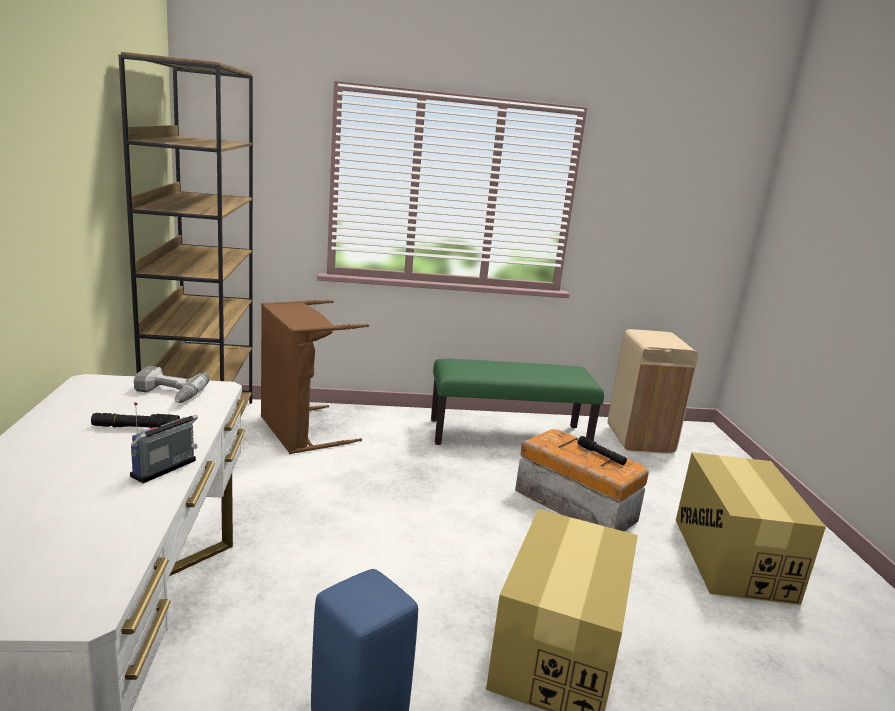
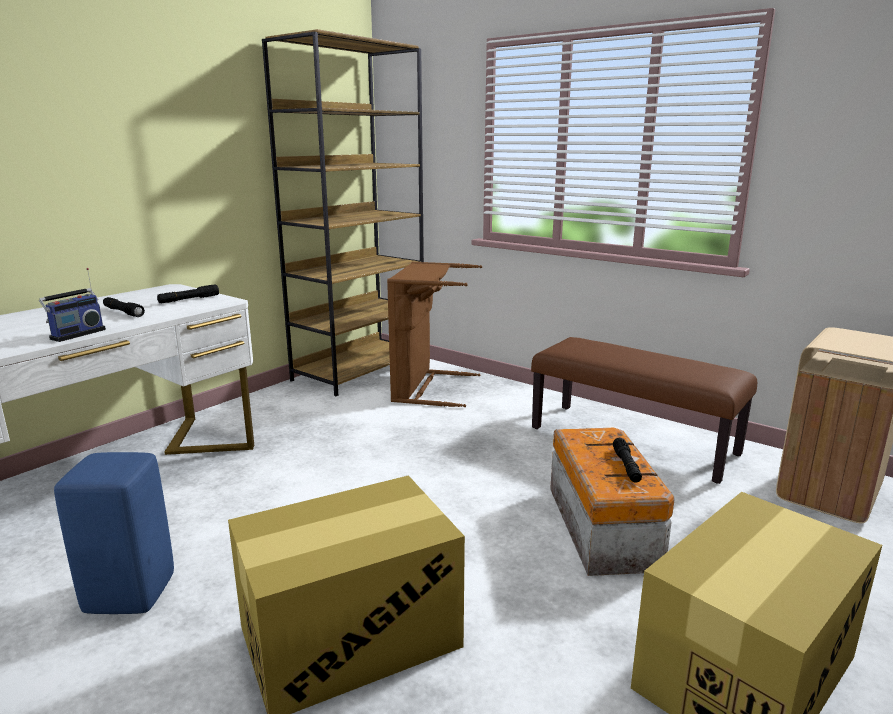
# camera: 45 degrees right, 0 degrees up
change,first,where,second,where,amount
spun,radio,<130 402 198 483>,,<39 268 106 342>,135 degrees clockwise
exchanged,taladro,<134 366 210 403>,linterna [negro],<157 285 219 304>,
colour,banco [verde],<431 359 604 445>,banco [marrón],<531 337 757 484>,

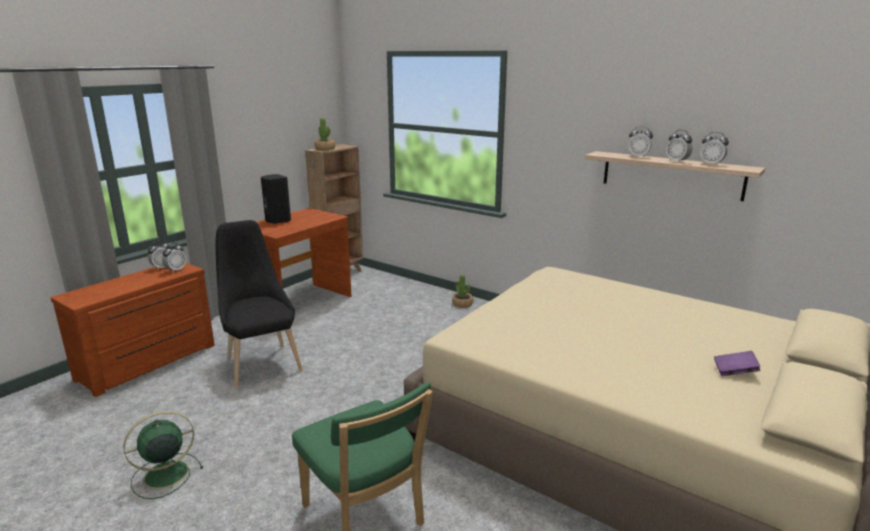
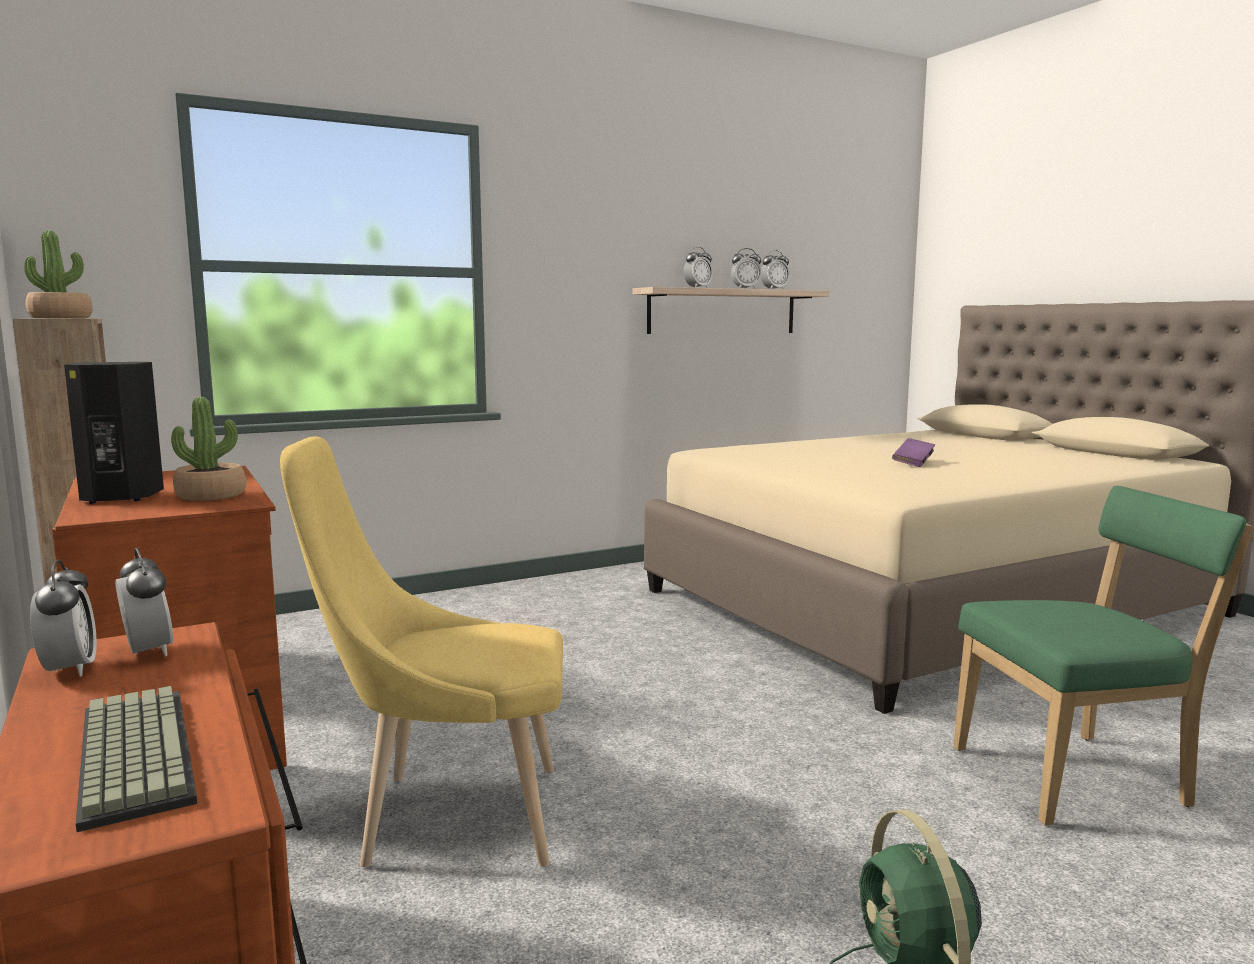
# camera: 65 degrees left, 10 degrees down
change,first,where,second,where,amount
colour,silla [negro],<216 220 303 388>,silla [amarillo],<280 436 563 867>,
relocated,planta en maceta,<452 274 473 308>,,<171 397 246 501>,
relocated,libro [morado],<714 351 761 376>,,<892 438 936 467>,
appeared,,,teclado,<76 686 197 832>,

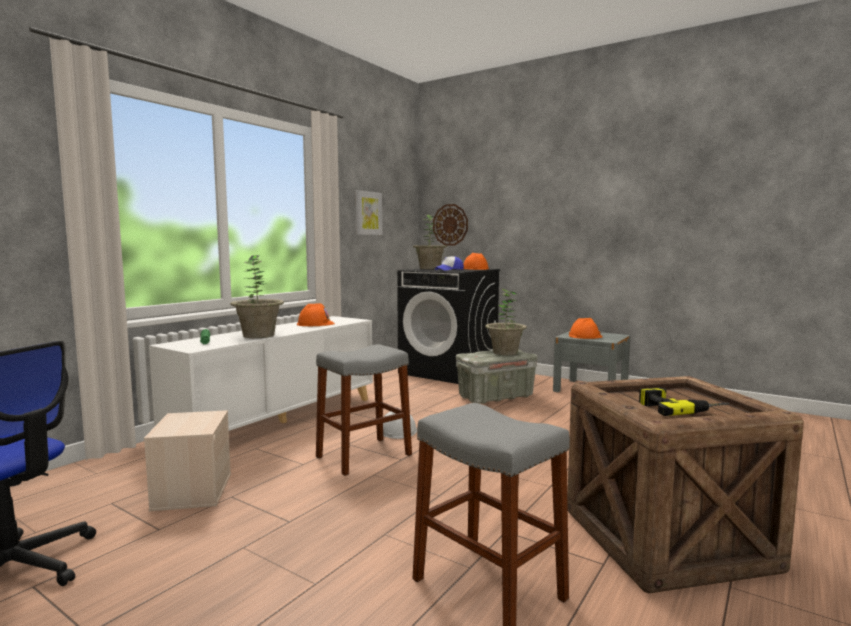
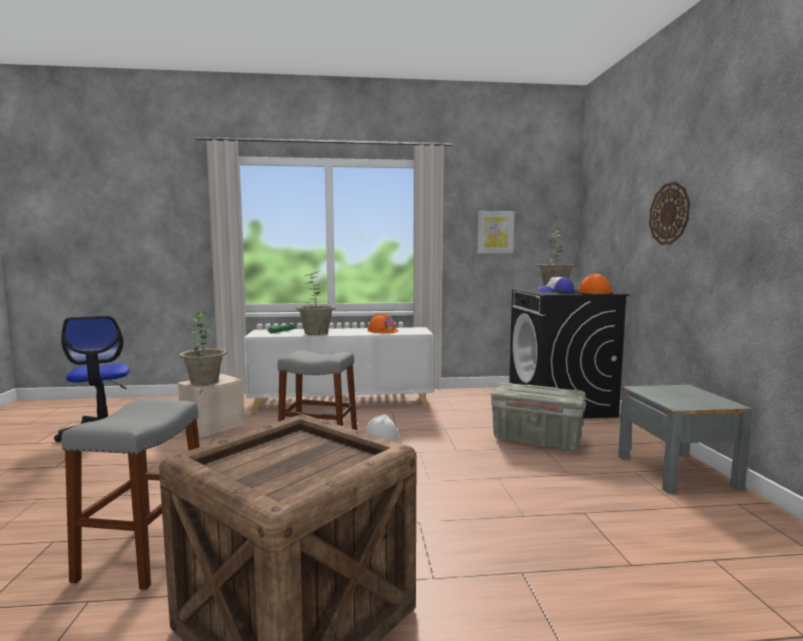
# camera: 50 degrees right, 0 degrees up
change,first,where,second,where,amount
relocated,reloj de pared,<433 204 468 246>,,<649 182 690 245>,
relocated,planta en maceta,<485 289 527 355>,,<179 312 227 385>,
missing,casco [naranja],<569 318 603 339>,,,
missing,taladro,<639 387 729 416>,,,

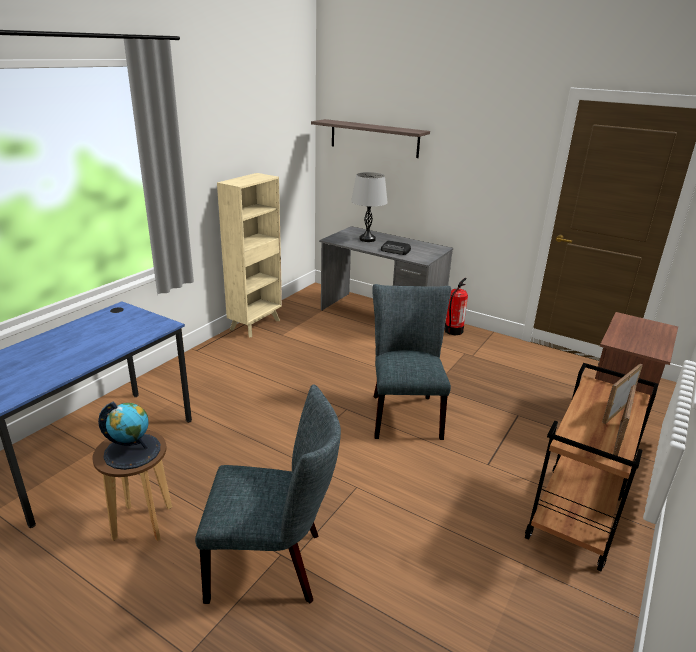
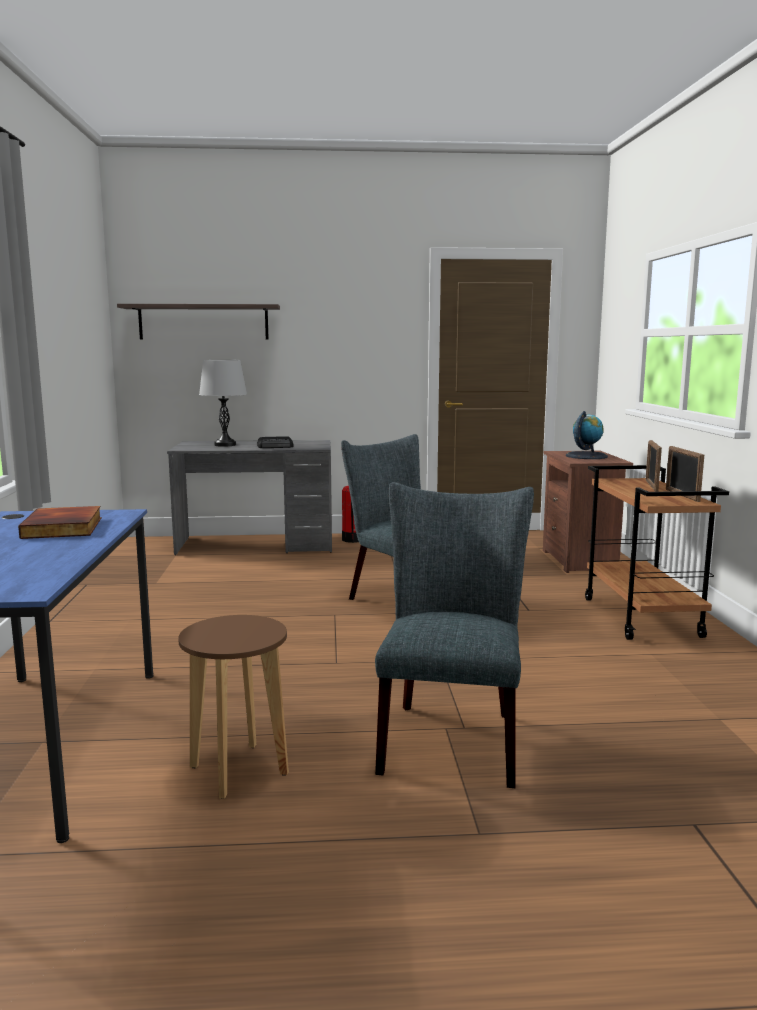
# camera: 35 degrees left, 15 degrees down
change,first,where,second,where,amount
relocated,globo terráqueo,<98 402 160 470>,,<566 411 608 459>,
spun,silla [gris],<195 385 341 604>,,<375 482 534 788>,45 degrees counterclockwise
missing,estantería [beis],<217 173 282 338>,,,
appeared,,,libro,<18 506 102 539>,

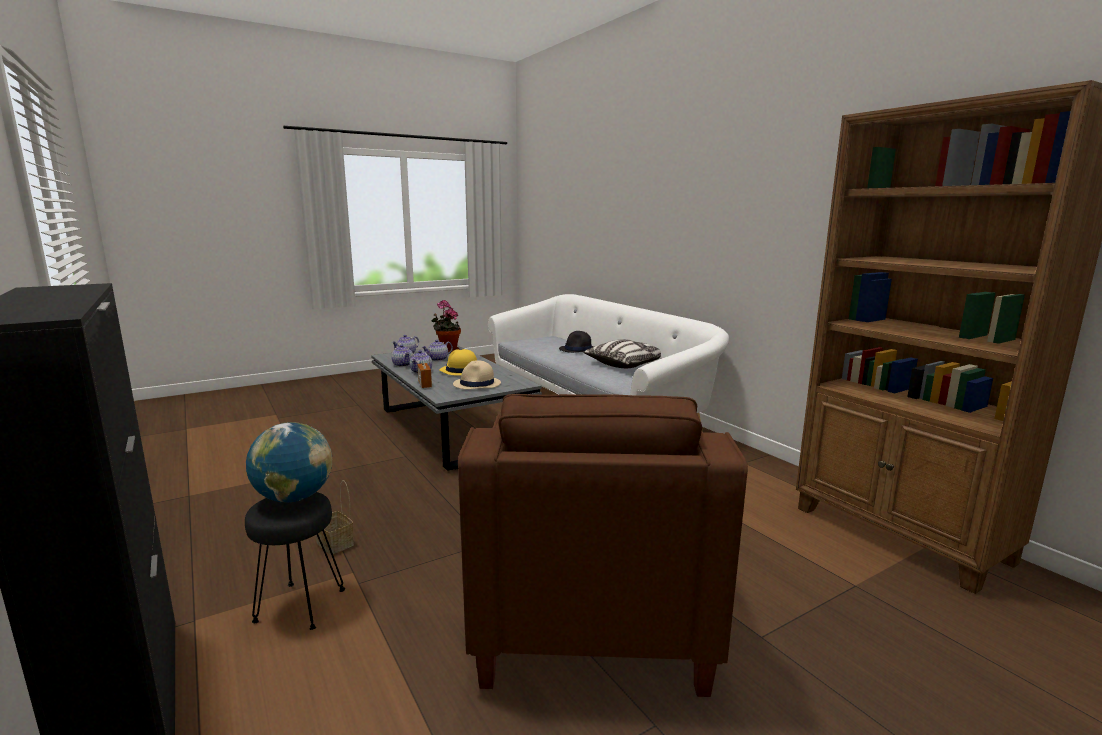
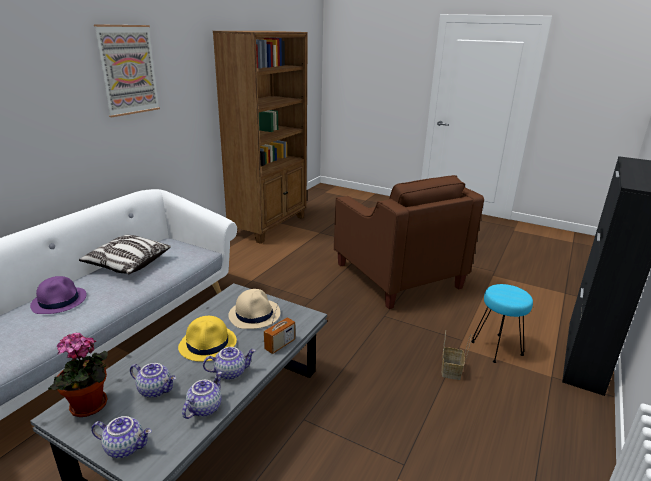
# camera: 120 degrees left, 10 degrees up
change,first,where,second,where,amount
colour,taburete [negro],<245 492 345 630>,taburete [turquesa],<471 284 533 363>,
missing,globo terráqueo,<246 422 332 502>,,,
spun,sillón [marrón],<458 394 748 697>,,<334 175 484 309>,90 degrees clockwise
colour,sombrero [negro],<559 331 594 353>,sombrero [morado],<30 276 87 314>,
appeared,,,cuadro,<94 24 160 117>,

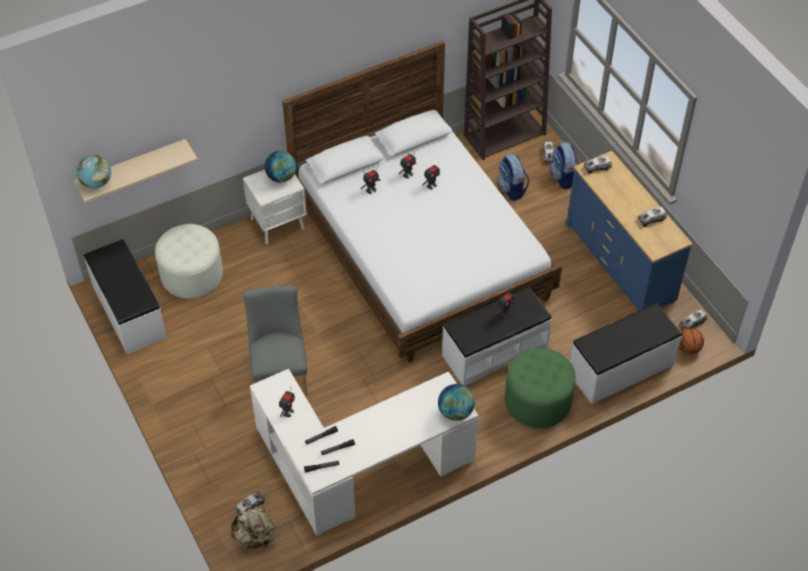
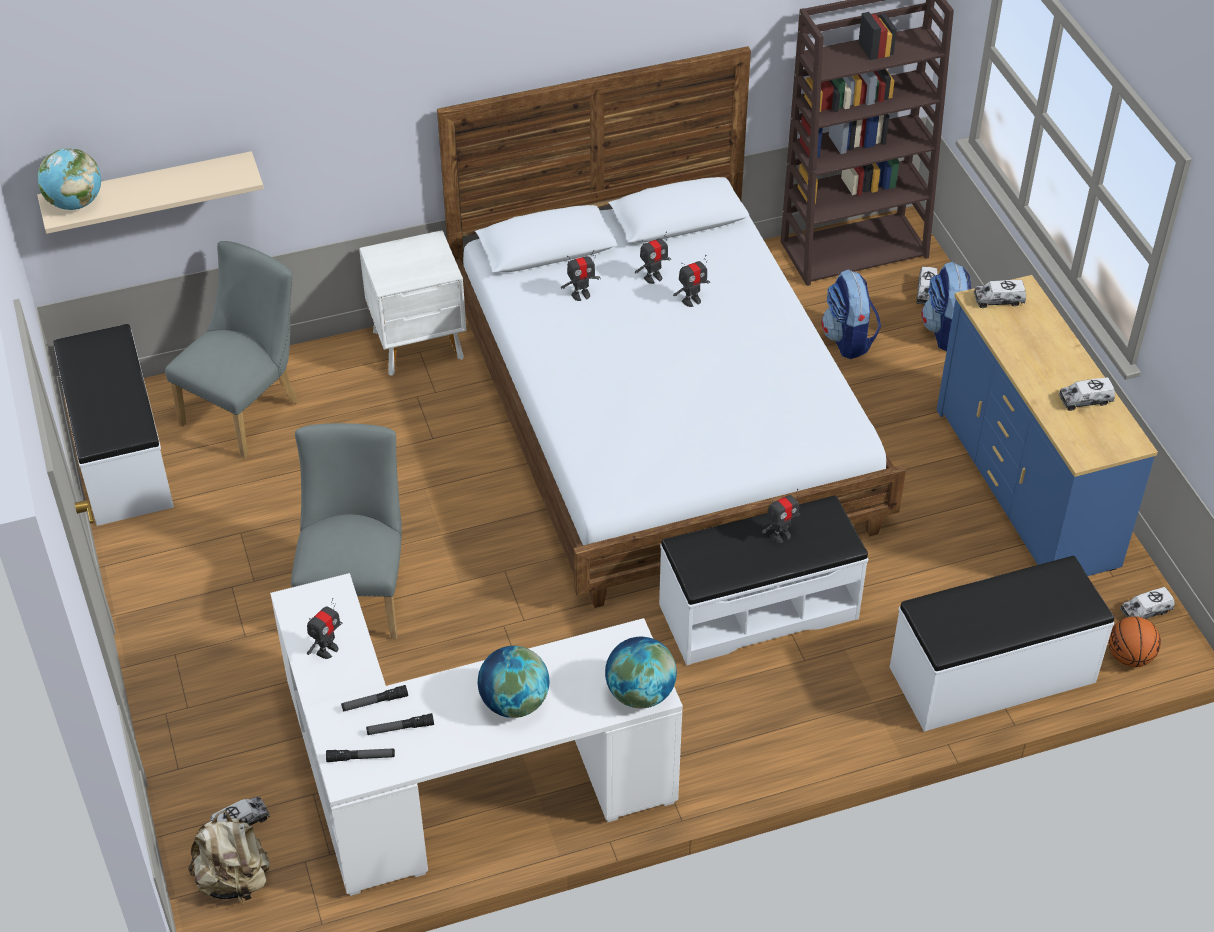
# camera: 10 degrees right, 5 degrees down
change,first,where,second,where,amount
exchanged,puf [blanco],<155 224 223 299>,silla [gris],<165 241 298 458>,
relocated,globo terráqueo,<265 151 296 183>,,<478 646 549 718>,
missing,puf [verde],<505 348 576 428>,,,

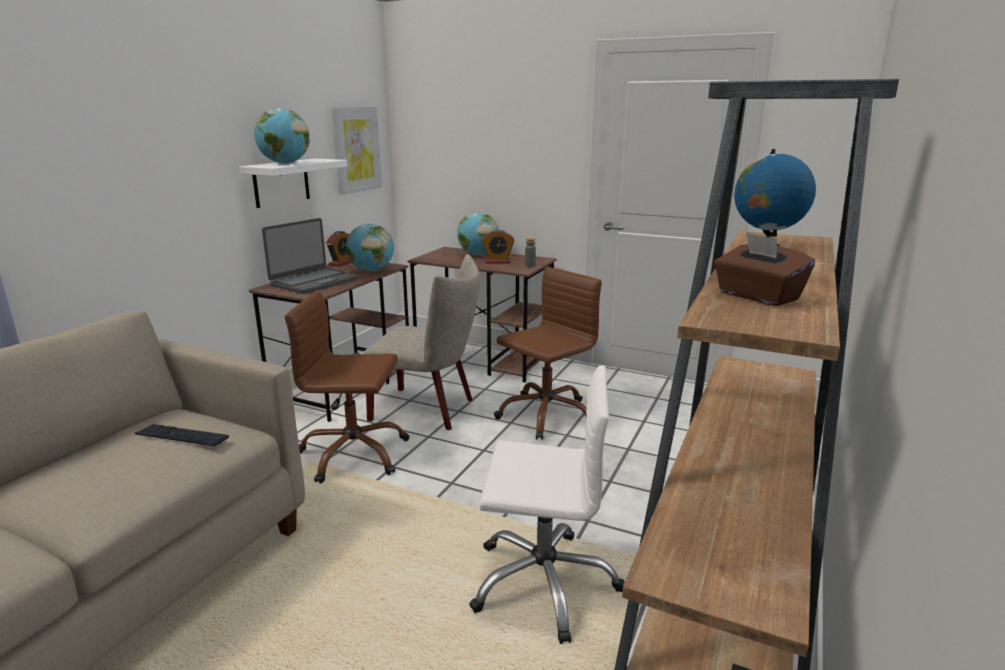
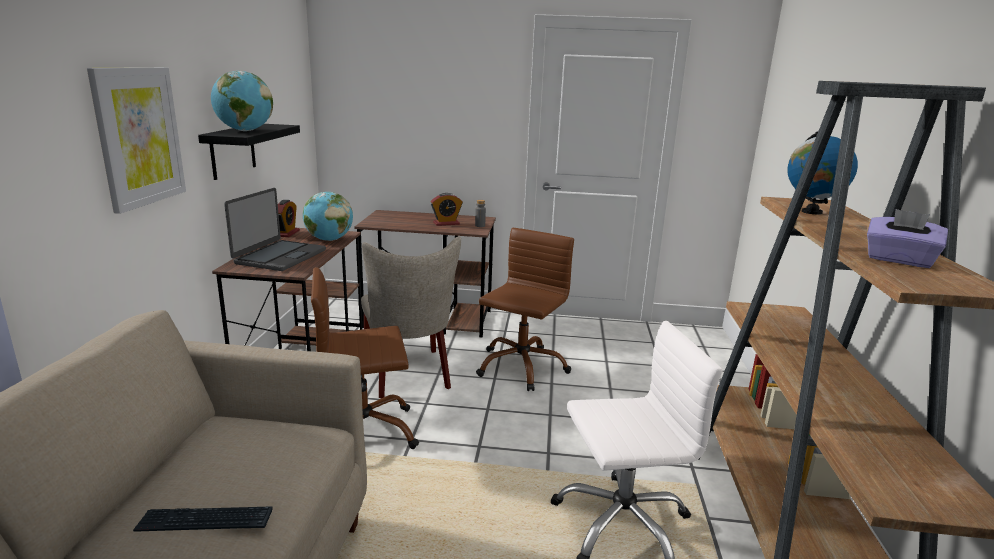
# camera: 20 degrees left, 0 degrees up
change,first,where,second,where,amount
relocated,teclado,<135 424 229 446>,,<133 506 273 532>,
colour,estante [blanco],<239 159 347 208>,estante [negro],<198 124 300 180>,
relocated,cuadro,<332 107 382 195>,,<87 67 186 214>,
spun,silla [beis],<363 254 480 430>,,<361 236 461 398>,75 degrees clockwise
missing,globo terráqueo,<457 212 499 256>,,,
colour,caja de pañuelos [marrón],<714 232 815 306>,caja de pañuelos [morado],<867 209 948 268>,

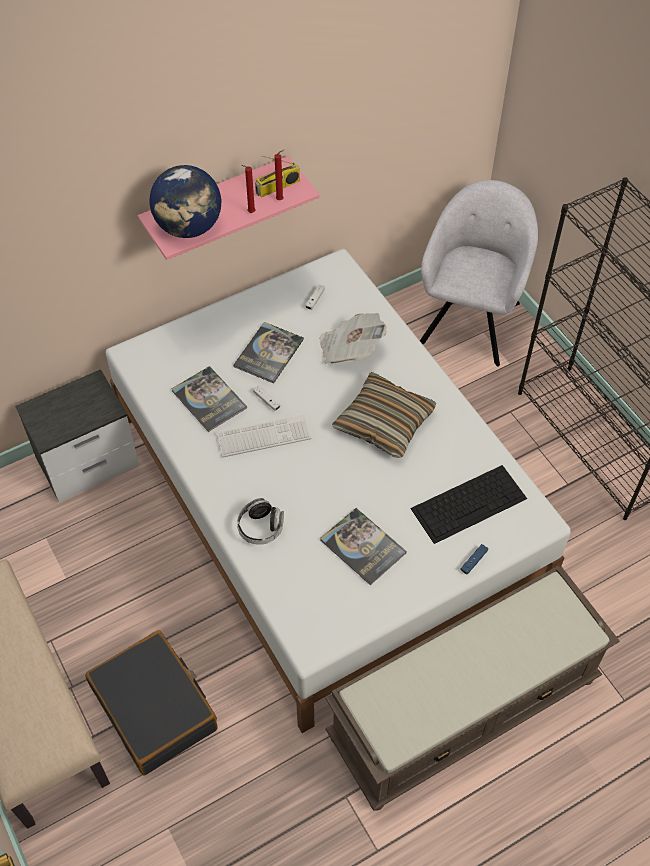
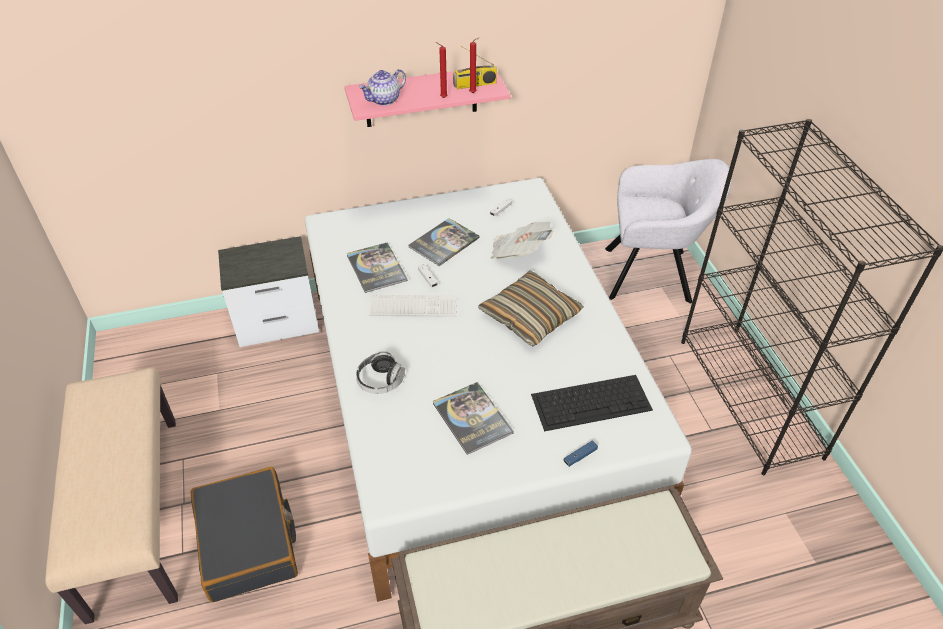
# camera: 15 degrees right, 10 degrees down
change,first,where,second,where,amount
exchanged,globo terráqueo,<149 165 221 238>,tetera,<359 69 406 106>,
spun,sillón [gris],<420 180 538 367>,,<605 159 732 303>,60 degrees clockwise

